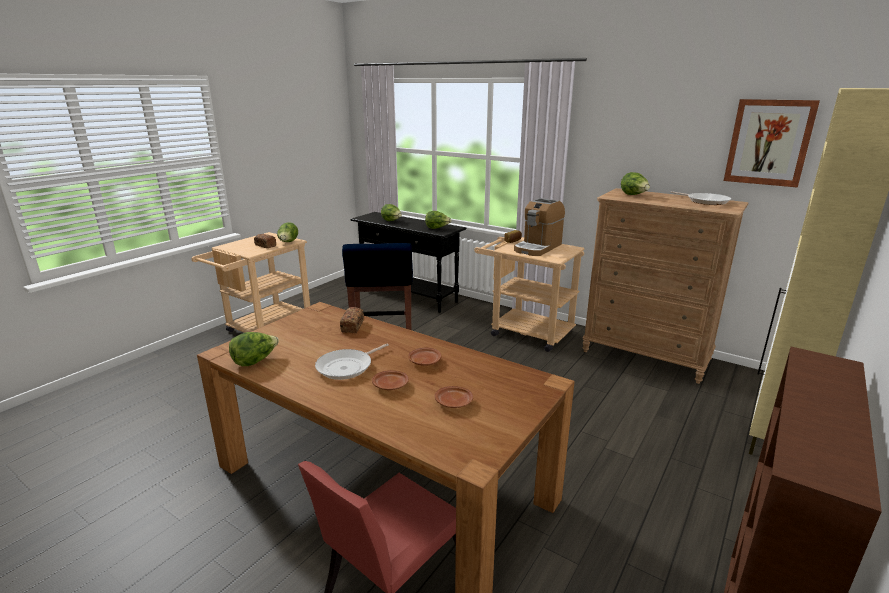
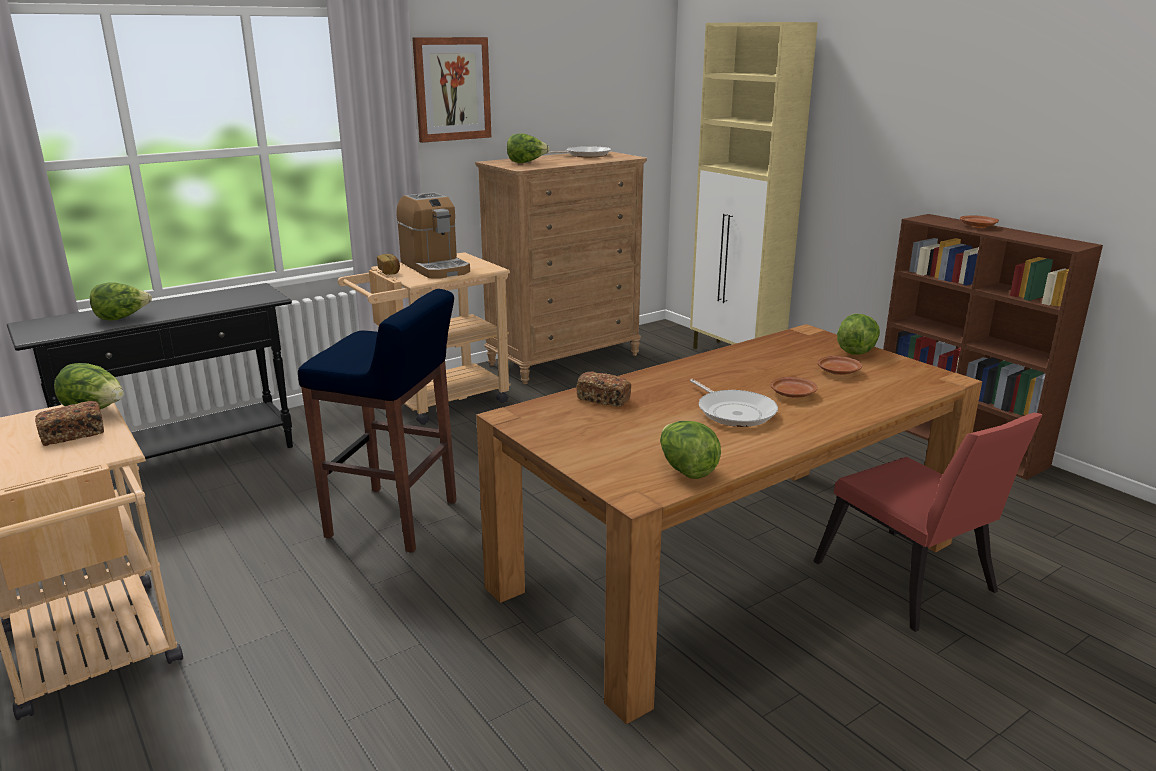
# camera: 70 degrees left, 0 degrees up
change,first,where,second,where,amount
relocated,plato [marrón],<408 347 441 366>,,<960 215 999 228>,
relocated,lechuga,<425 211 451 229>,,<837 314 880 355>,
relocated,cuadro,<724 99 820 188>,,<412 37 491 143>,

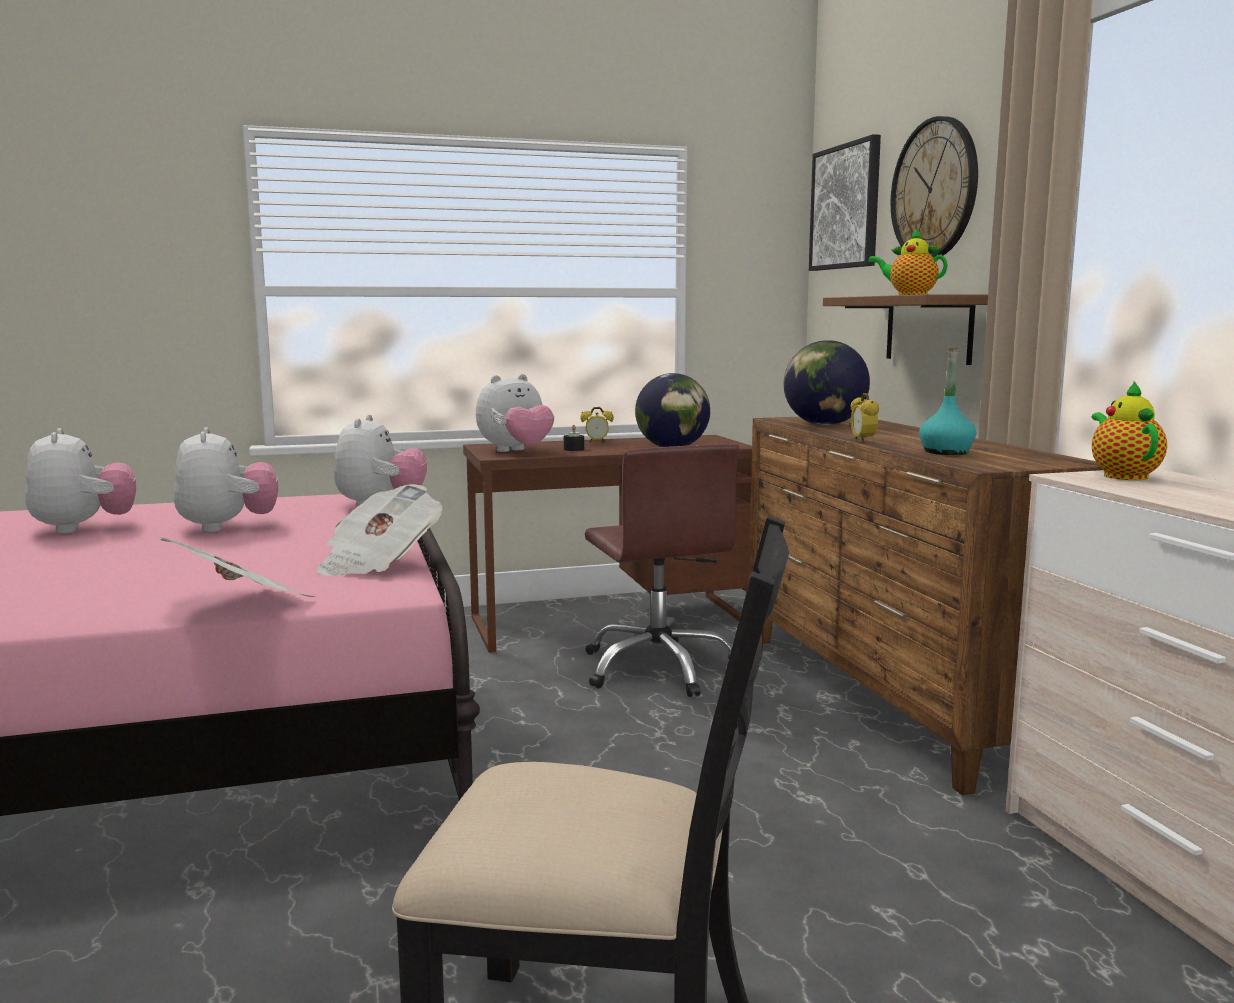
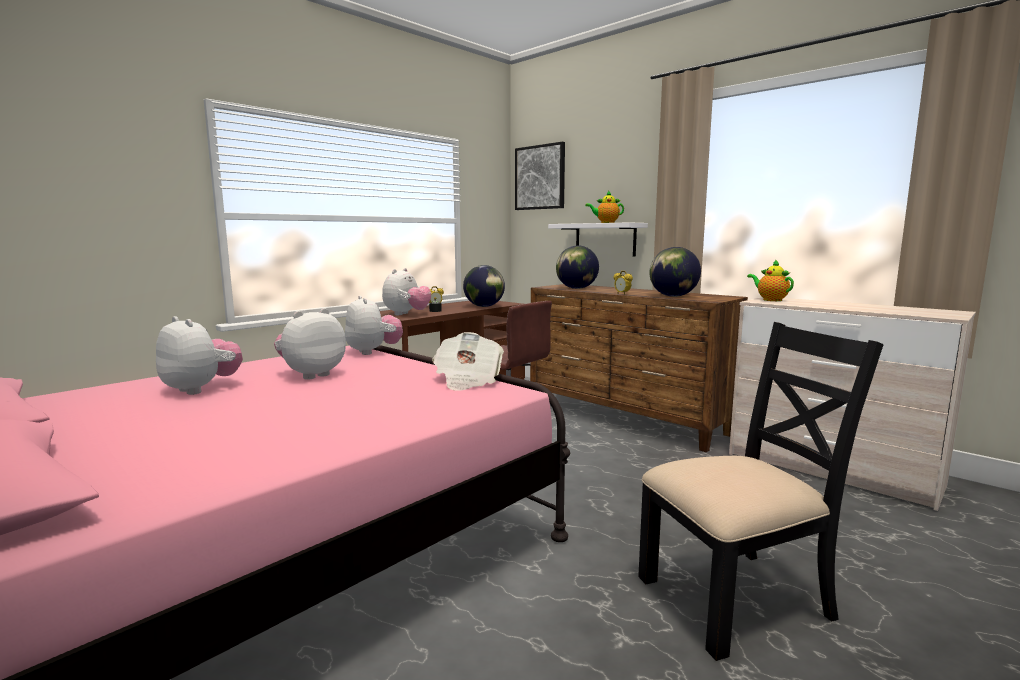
# camera: 30 degrees left, 0 degrees up
change,first,where,second,where,amount
missing,periódico,<156 537 315 597>,,,
spun,peluche,<174 427 278 532>,,<274 308 346 380>,90 degrees counterclockwise
colour,estante [marrón],<823 294 988 365>,estante [blanco],<548 222 648 257>,
missing,reloj de pared,<891 116 978 258>,,,
exchanged,botella [turquesa],<919 347 976 455>,globo terráqueo,<649 247 701 297>,

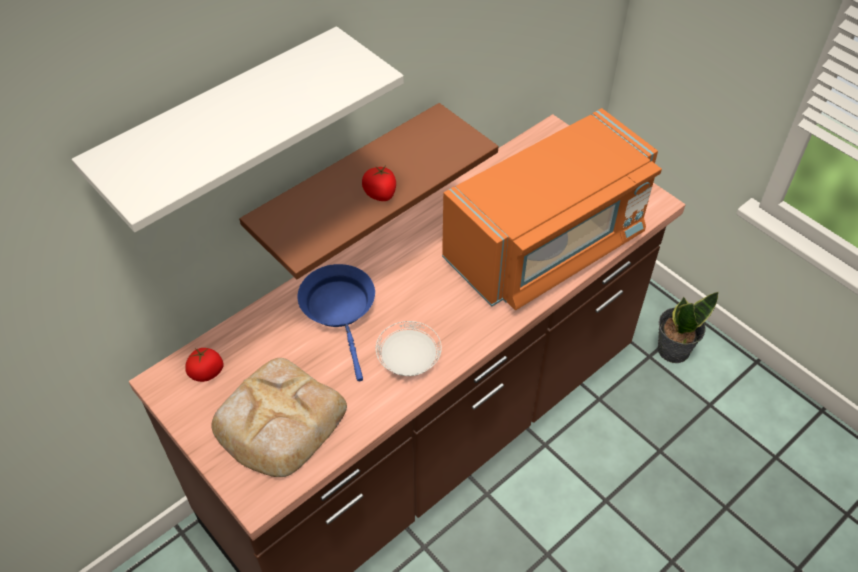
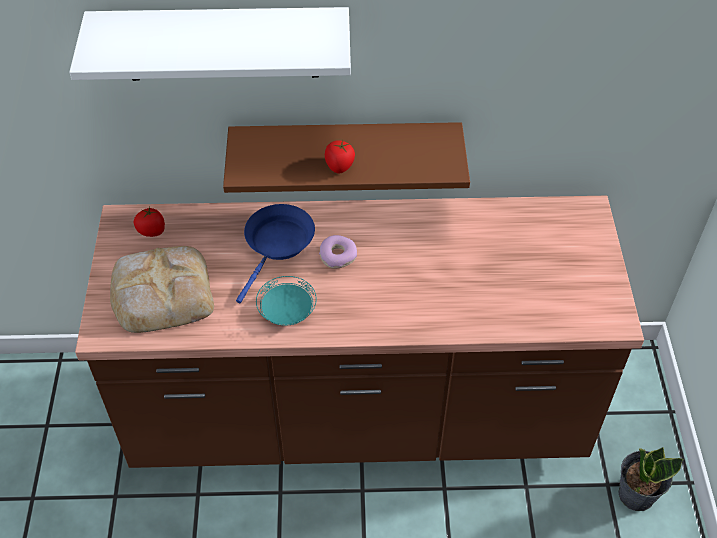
# camera: 40 degrees right, 0 degrees up
change,first,where,second,where,amount
colour,plato [blanco],<376 321 442 376>,plato [turquesa],<256 276 317 326>,
missing,microondas [naranja],<442 108 662 310>,,,
appeared,,,rosquilla,<319 235 357 269>,

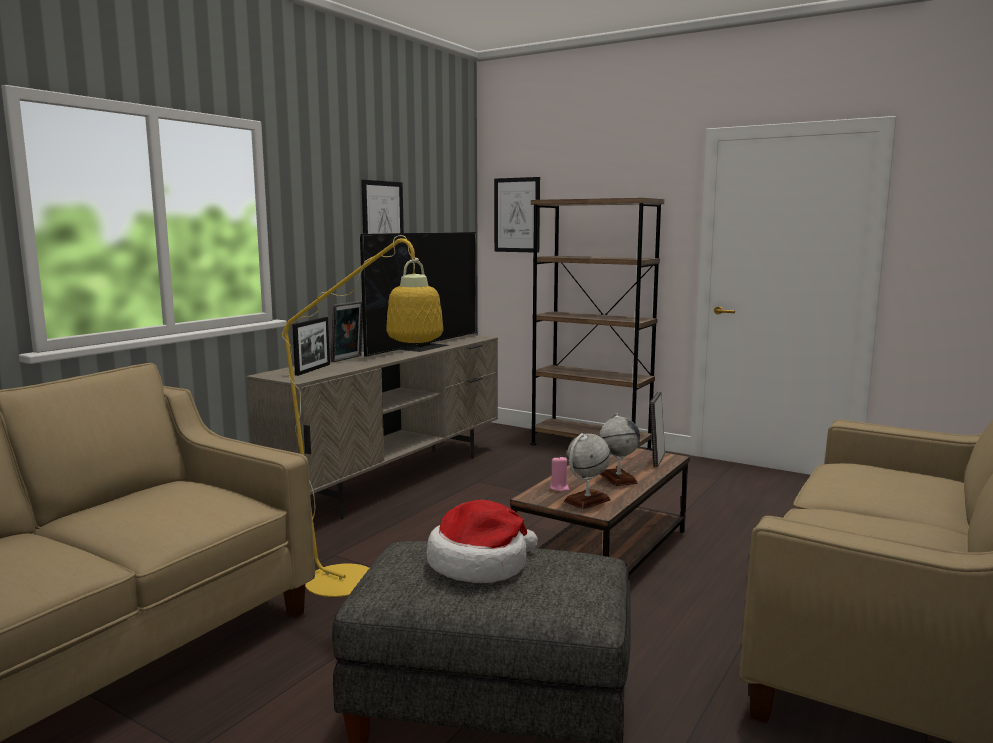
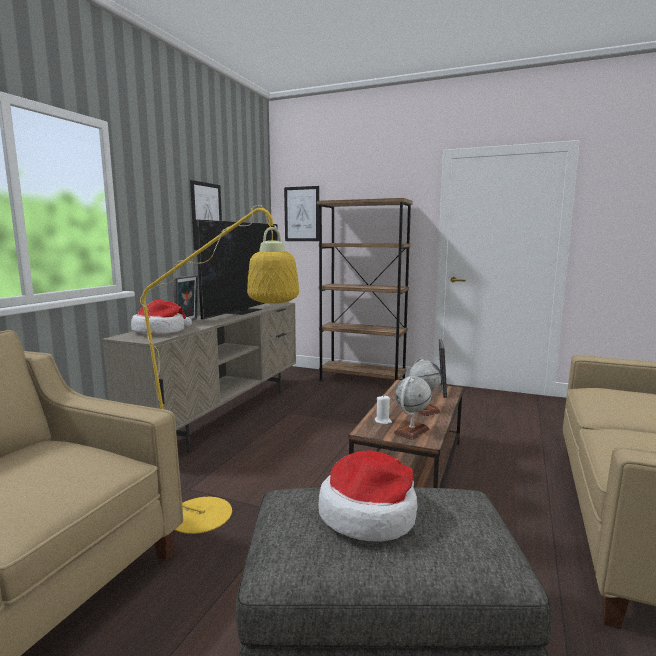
# camera: 10 degrees left, 0 degrees up
change,first,where,second,where,amount
exchanged,portarretratos,<292 317 330 376>,sombrero,<131 300 192 334>,
colour,vela [rosa],<550 457 569 492>,vela [blanco],<375 395 392 424>,

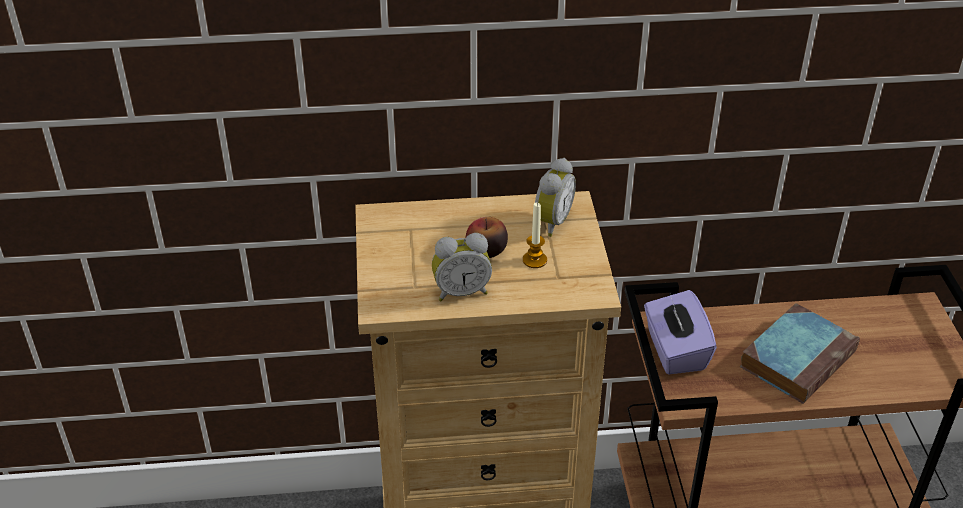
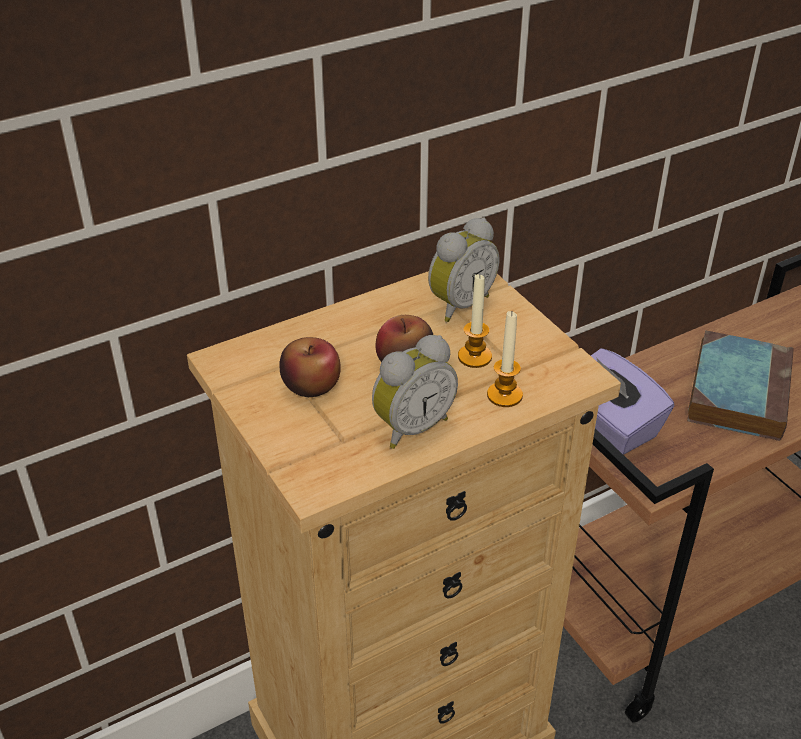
# camera: 25 degrees left, 0 degrees up
change,first,where,second,where,amount
spun,despertador,<535 158 576 237>,,<428 218 499 322>,45 degrees clockwise
appeared,,,manzana,<279 337 341 397>,
appeared,,,vela,<487 311 523 407>,

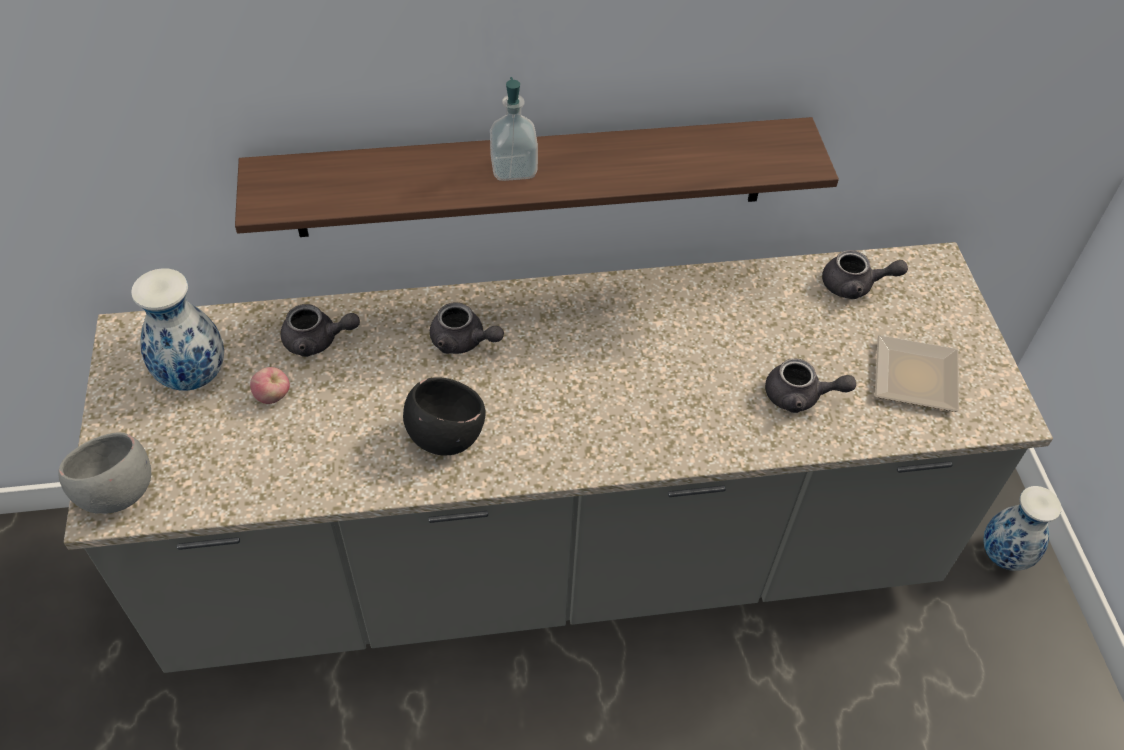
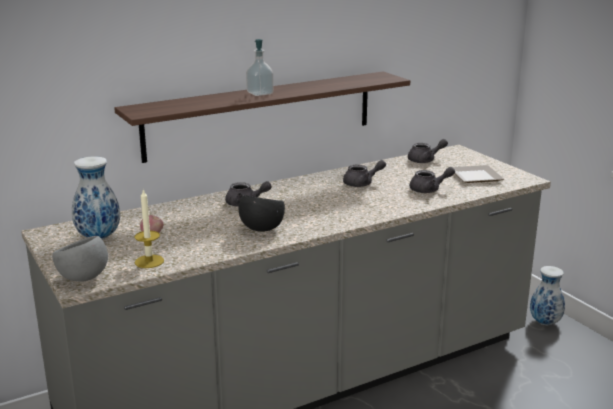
# camera: 20 degrees left, 30 degrees down
change,first,where,second,where,amount
relocated,tetera [gris],<281 304 360 357>,,<343 160 386 187>,
appeared,,,vela,<135 189 164 268>,

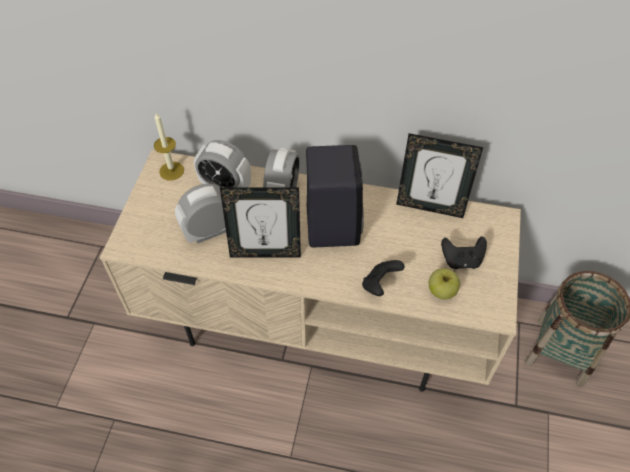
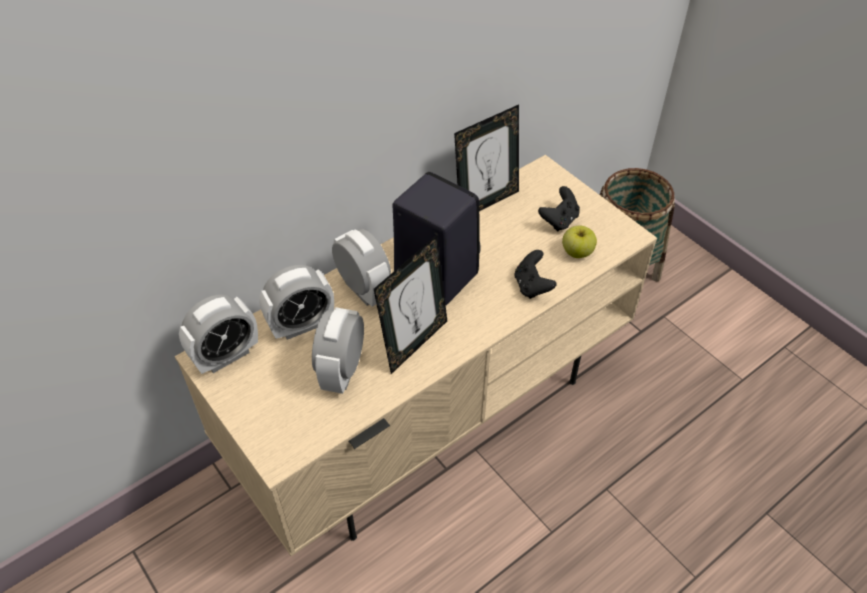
# camera: 50 degrees left, 5 degrees down
change,first,where,second,where,amount
exchanged,vela,<154 113 184 180>,despertador,<179 294 258 374>,

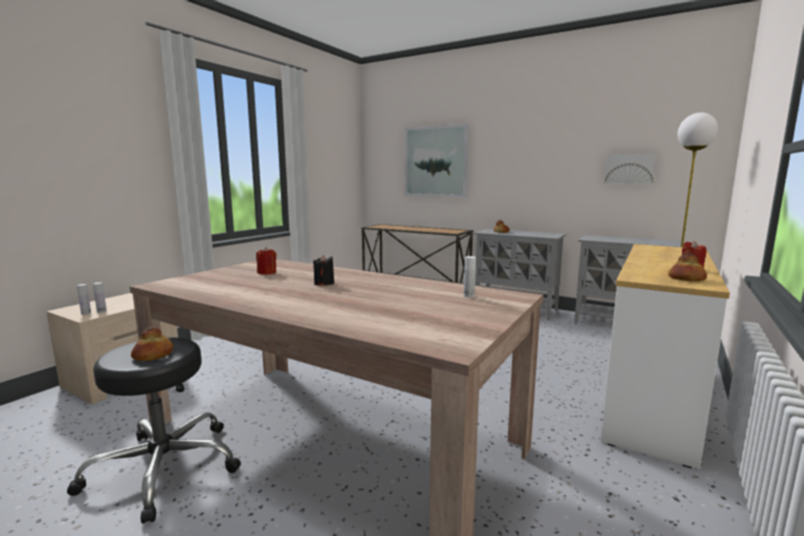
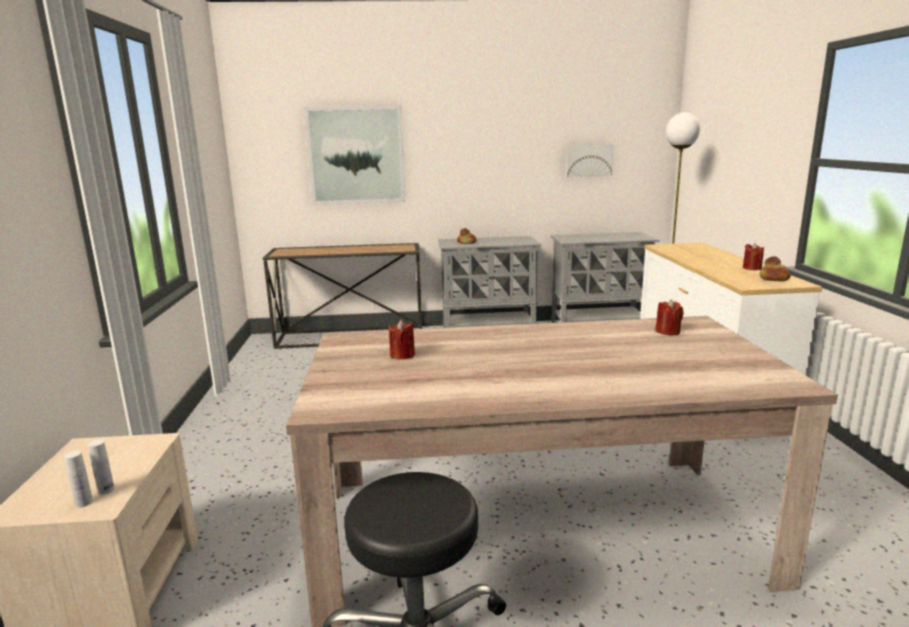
# camera: 35 degrees left, 5 degrees up
change,first,where,second,where,amount
missing,pan,<131 327 173 361>,,,
missing,vela [negro],<313 254 334 286>,,,
exchanged,botella [blanco],<464 256 476 298>,vela [rojo],<655 299 684 335>,

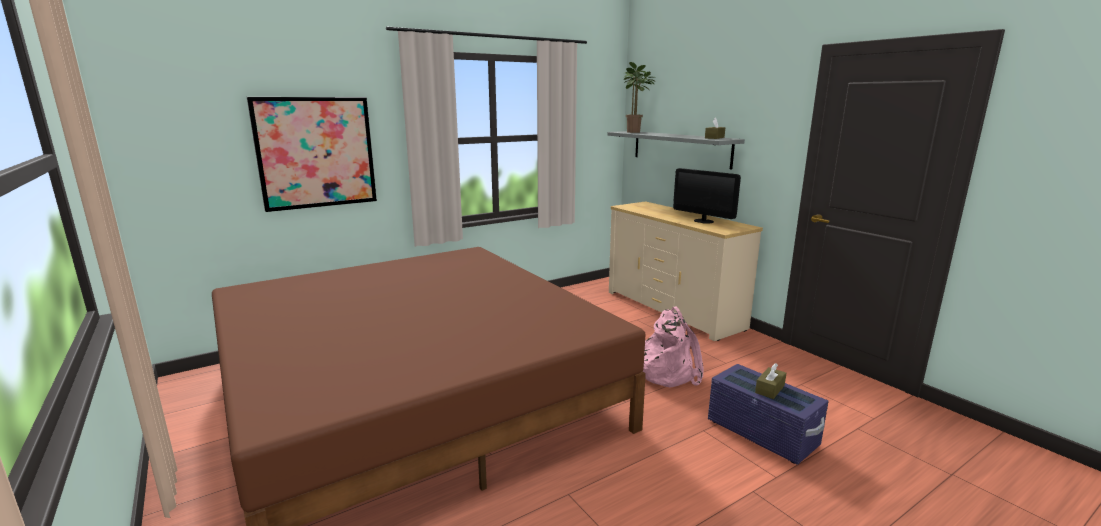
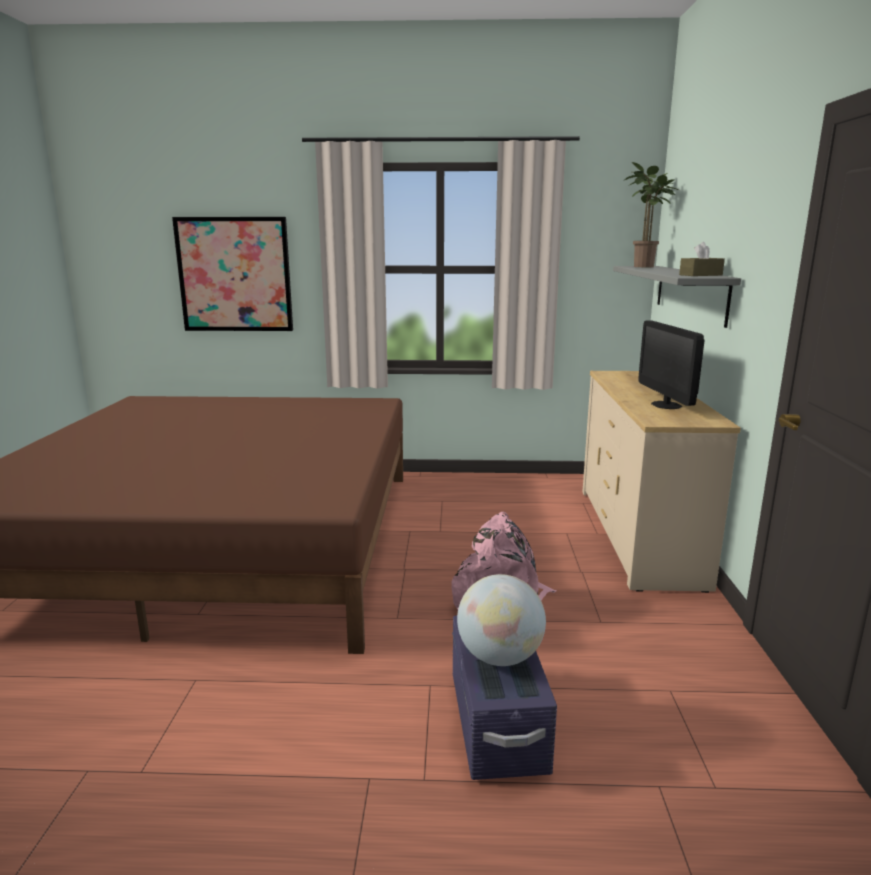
# camera: 35 degrees right, 0 degrees up
change,first,where,second,where,amount
exchanged,caja de pañuelos [marrón],<755 363 786 399>,globo terráqueo,<457 574 546 666>,

